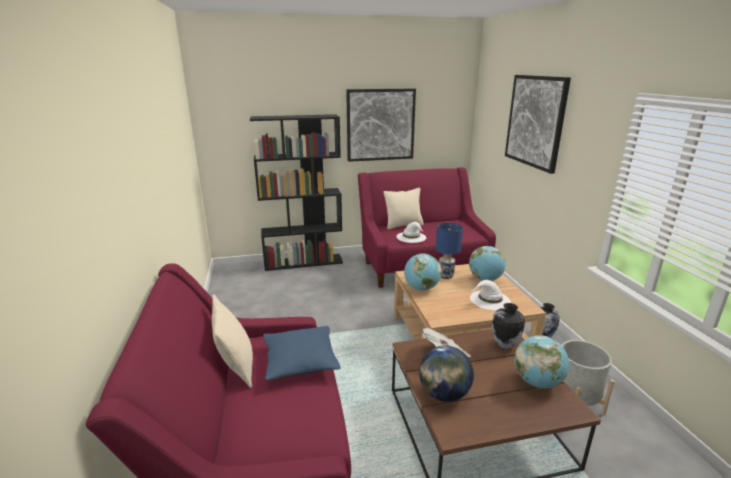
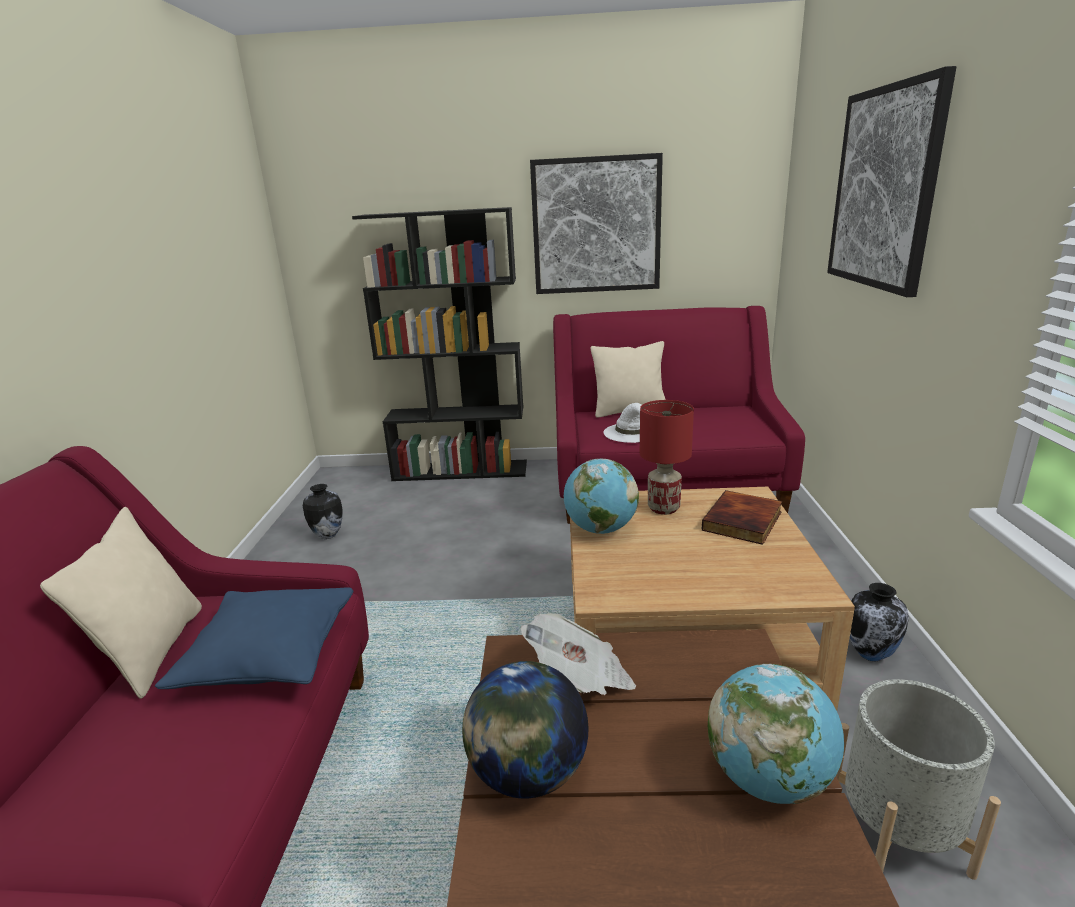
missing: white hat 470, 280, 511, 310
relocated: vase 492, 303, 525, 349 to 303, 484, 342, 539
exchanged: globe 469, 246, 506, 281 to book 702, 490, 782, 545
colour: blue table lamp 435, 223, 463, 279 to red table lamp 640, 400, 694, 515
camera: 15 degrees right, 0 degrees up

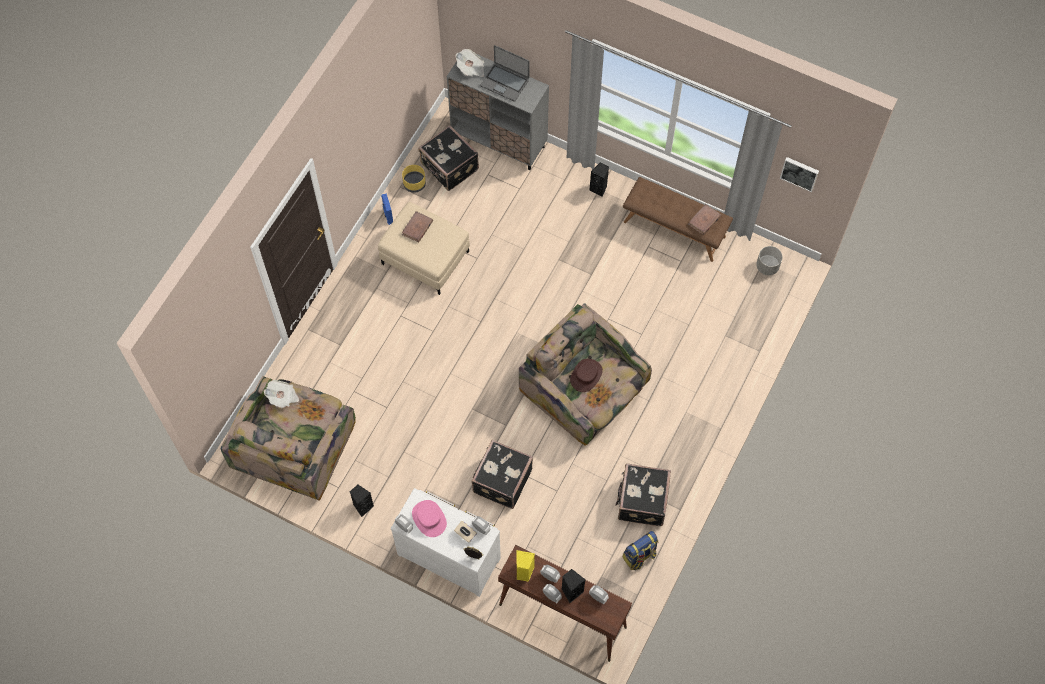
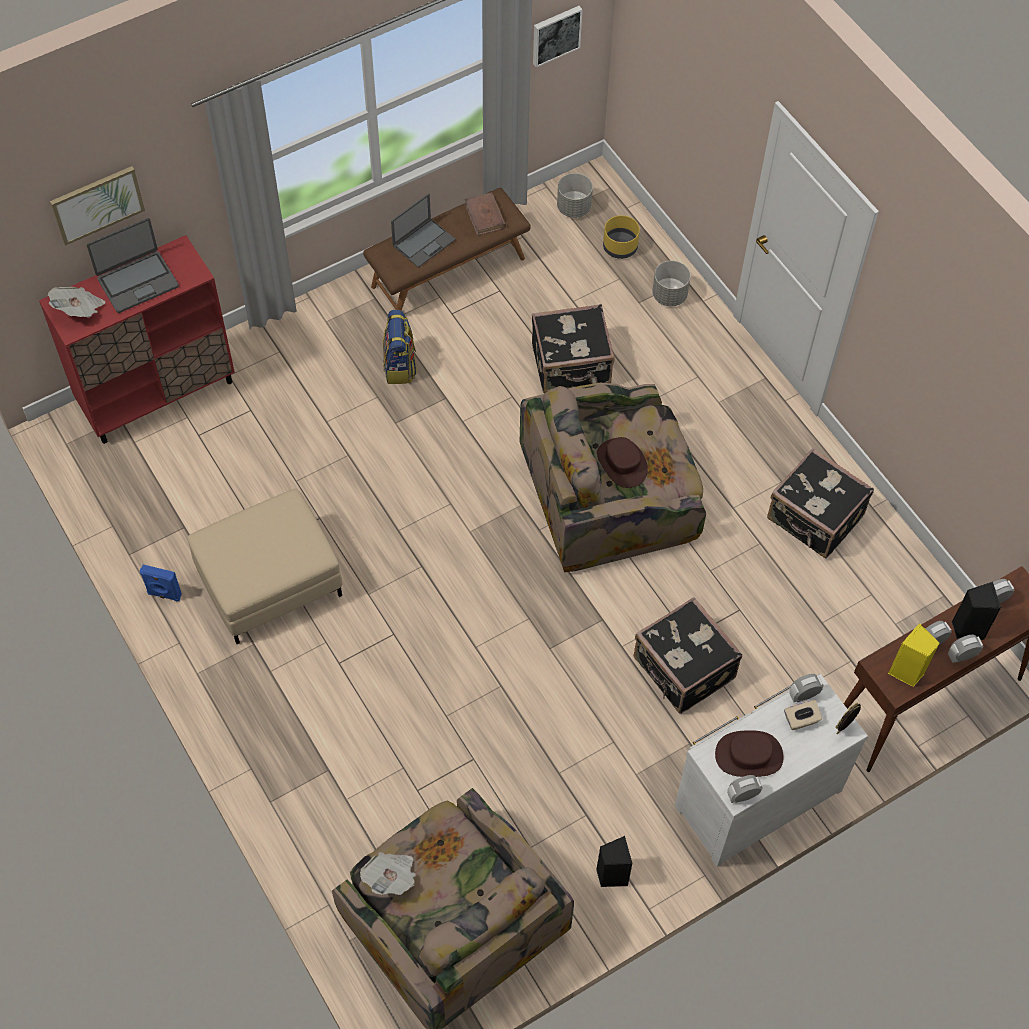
missing: brown book 402, 211, 433, 242; black speaker 589, 162, 609, 197
appeared: picture 50, 166, 145, 246; laptop 391, 193, 456, 268; grey planter 652, 261, 691, 306
relocated: backpack 623, 531, 658, 570 to 383, 310, 417, 384; black suitcase 419, 125, 479, 191 to 532, 304, 615, 393; yellow planter 402, 165, 426, 193 to 603, 215, 640, 259
colour: grey cabinet 447, 54, 549, 170 to red cabinet 39, 235, 235, 444; pink hat 412, 500, 447, 537 to brown hat 715, 730, 784, 777
camera: 60 degrees left, 5 degrees down

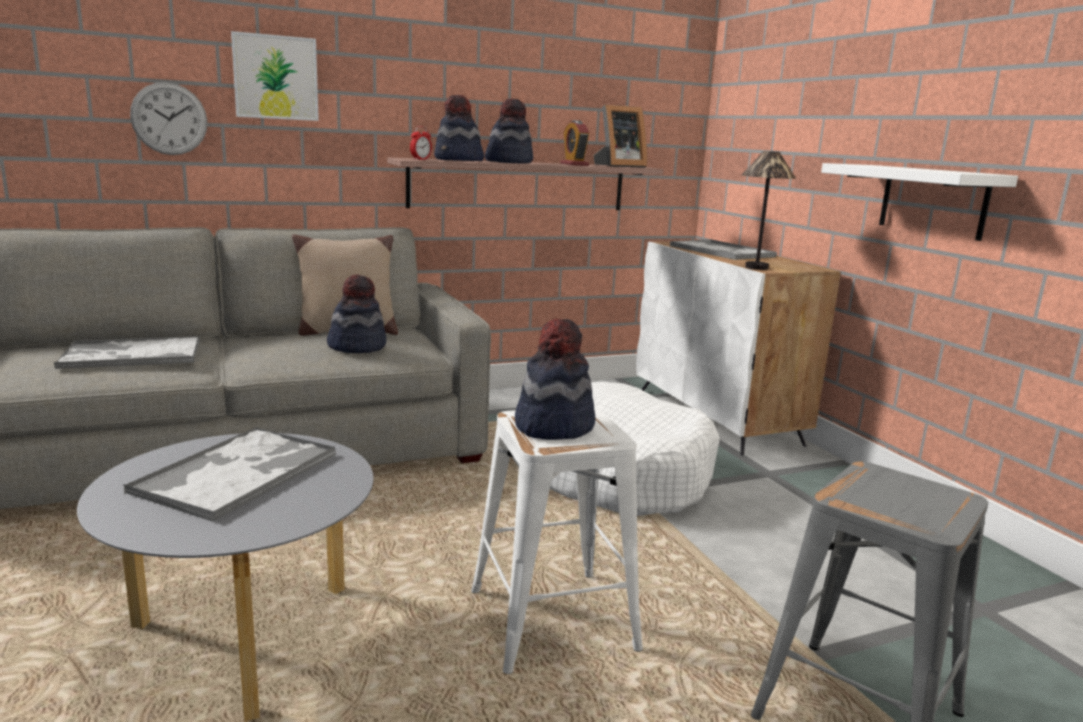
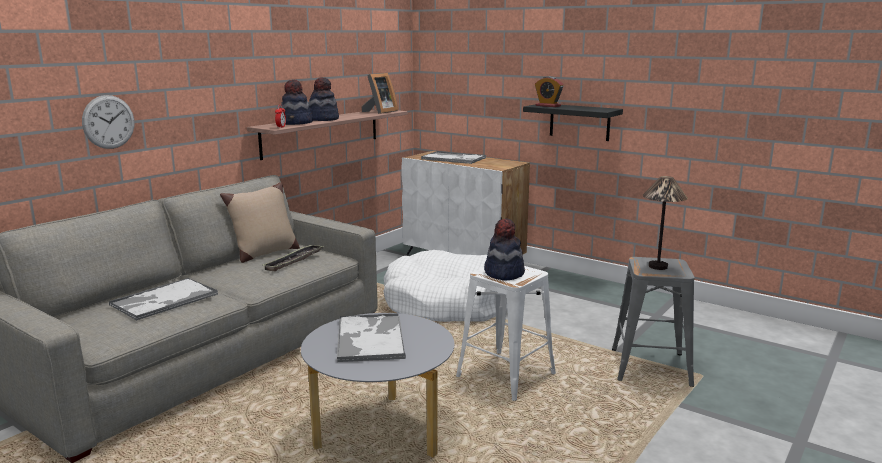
missing: picture 231, 31, 319, 121
relocated: alarm clock 560, 120, 589, 166 to 535, 76, 564, 107; table lamp 742, 151, 796, 270 to 643, 176, 688, 270
exchanged: hat 327, 274, 386, 353 to tray 263, 244, 324, 271
colour: white shelf 821, 163, 1018, 241 to black shelf 523, 104, 623, 141
camera: 30 degrees left, 0 degrees up

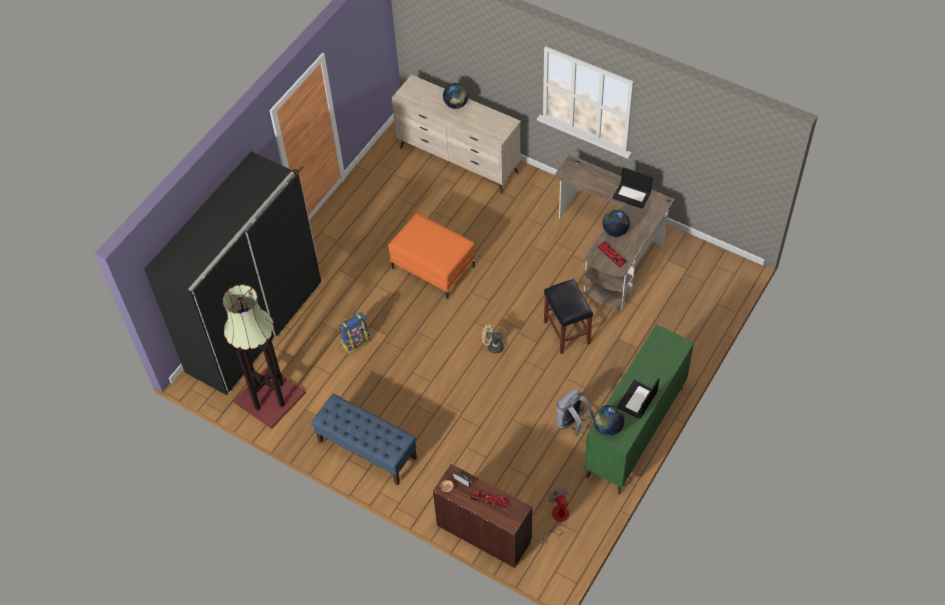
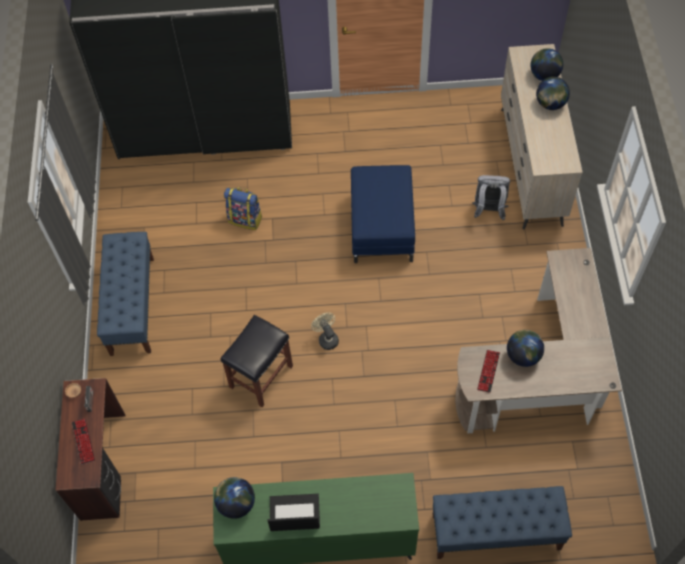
missing: floor lamp 222, 284, 306, 429; fan 543, 488, 569, 545; laptop 613, 167, 653, 209
appeared: blue bench 433, 486, 572, 559; globe 530, 48, 563, 81
relocated: black stool 544, 279, 593, 354 to 221, 315, 293, 407; grey backpack 556, 389, 594, 435 to 472, 175, 510, 220
colour: orange ottoman 388, 213, 475, 299 to blue ottoman 351, 165, 415, 263
camera: 55 degrees right, 5 degrees up

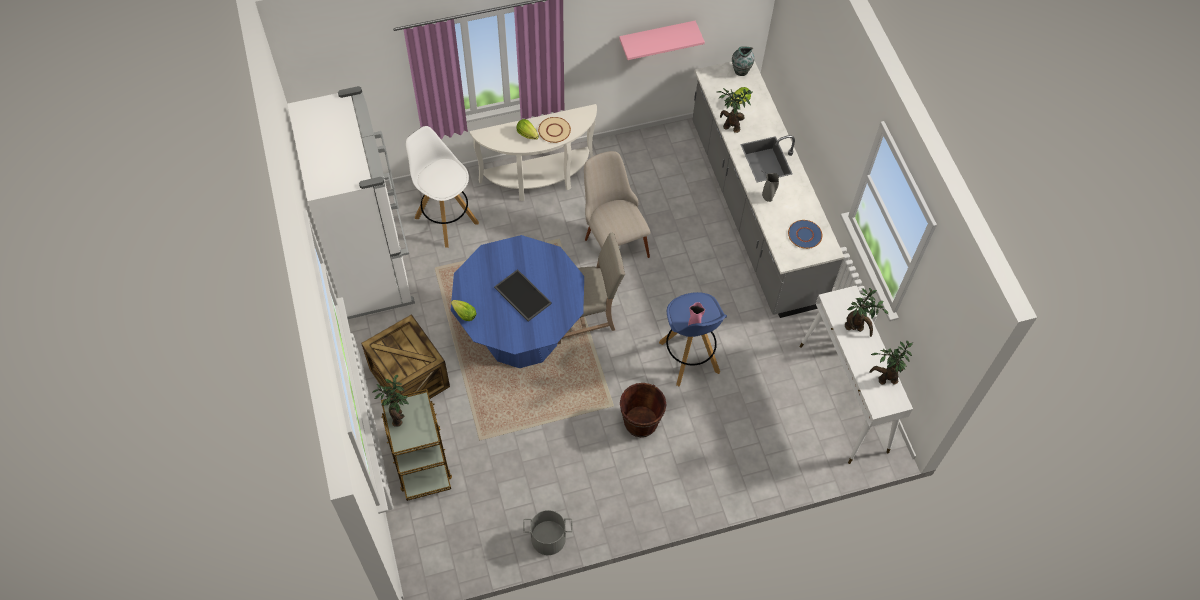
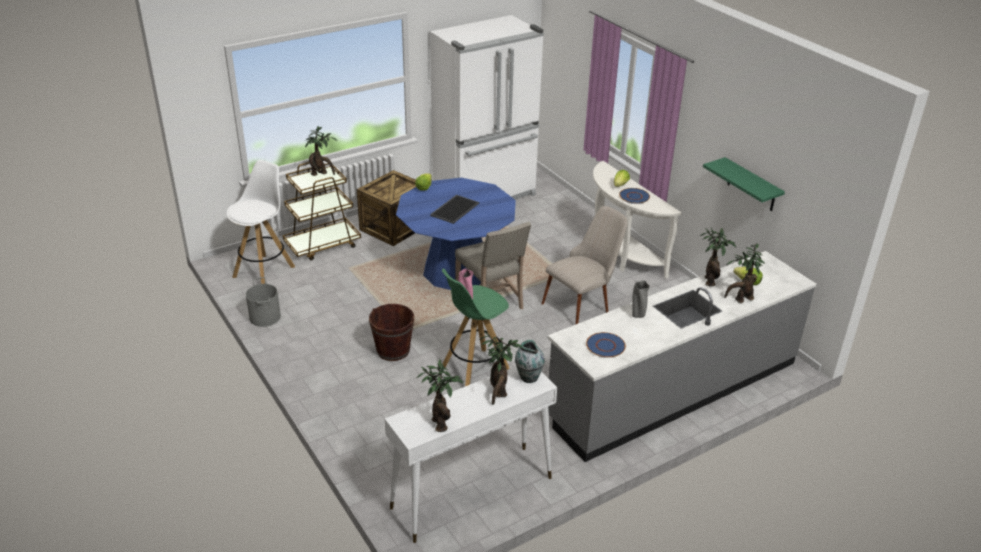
appeared: potted plant 724, 243, 765, 303
relocated: white stool 406, 126, 479, 248 to 227, 160, 295, 284; vase 732, 47, 754, 76 to 515, 340, 545, 383
colour: blue stool 659, 292, 727, 386 to green stool 440, 268, 510, 386; beige plate 538, 117, 571, 143 to blue plate 619, 188, 650, 204; pink shelf 619, 21, 705, 60 to green shelf 703, 157, 785, 211
camera: 75 degrees right, 25 degrees down

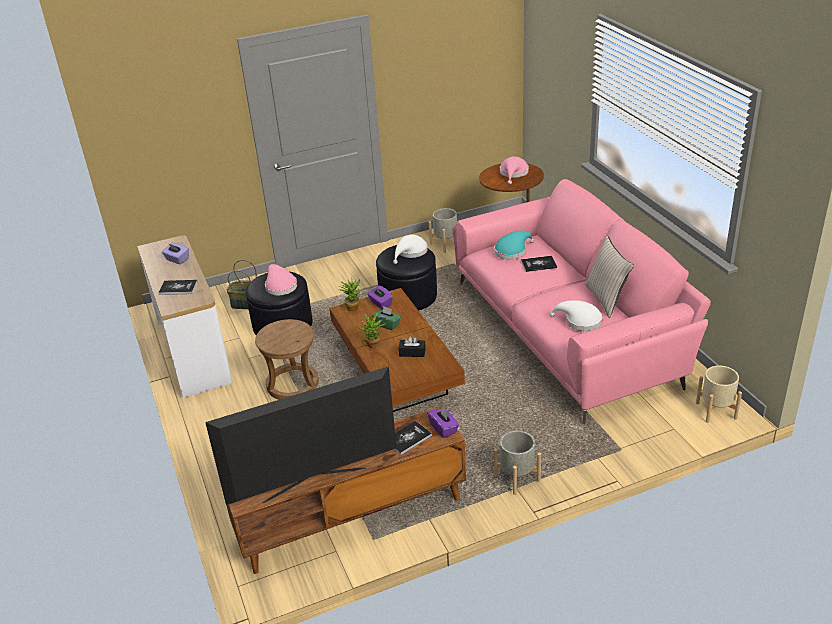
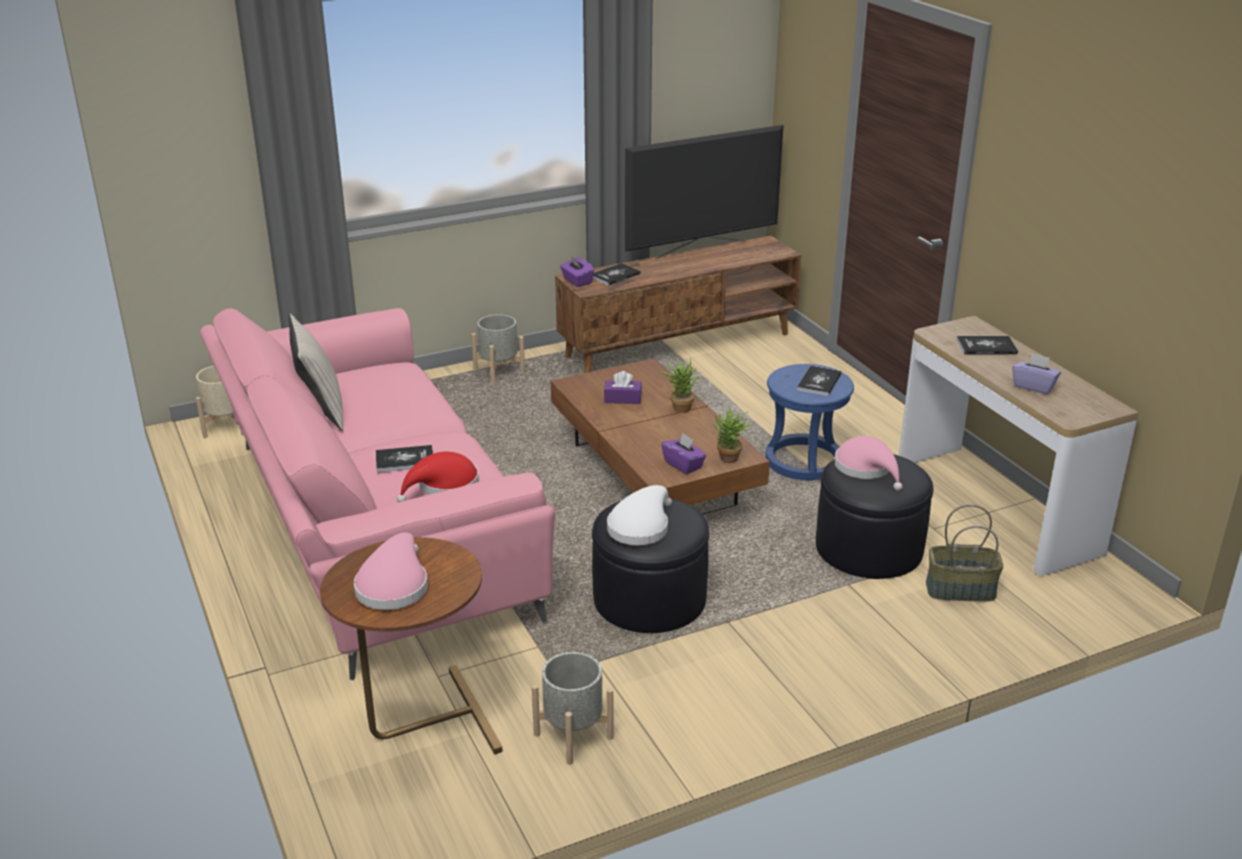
missing: green tissue box 372, 306, 401, 330; white hat 550, 300, 603, 331
appeared: book 797, 366, 842, 396
colour: turquoise hat 494, 231, 534, 260 to red hat 397, 452, 479, 502; black tissue box 399, 336, 426, 357 to purple tissue box 604, 371, 642, 404; brown stool 255, 319, 319, 400 to blue stool 766, 364, 854, 480
camera: 175 degrees right, 5 degrees down

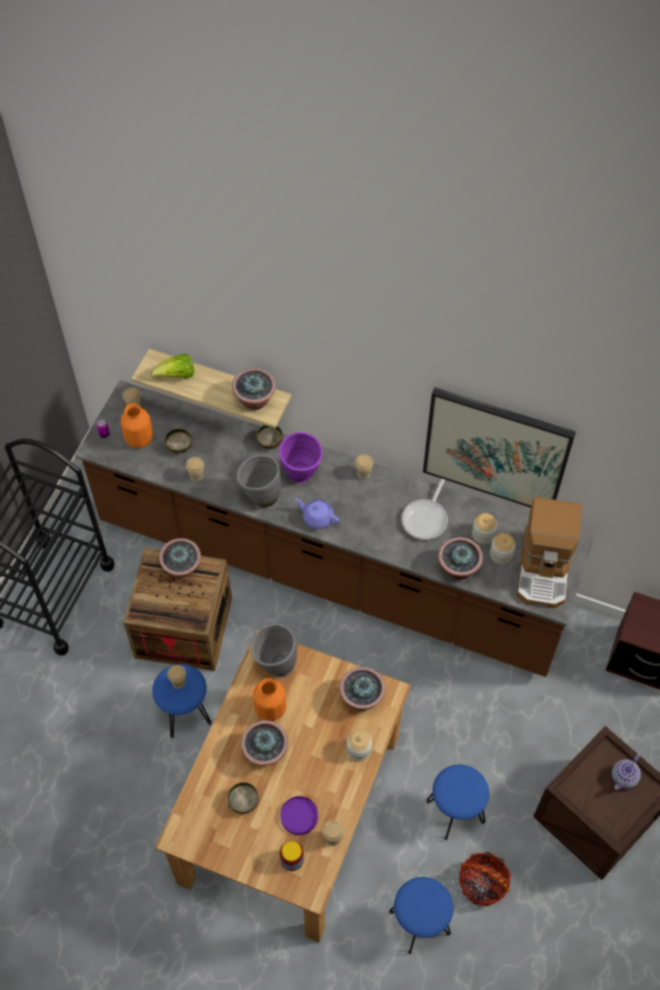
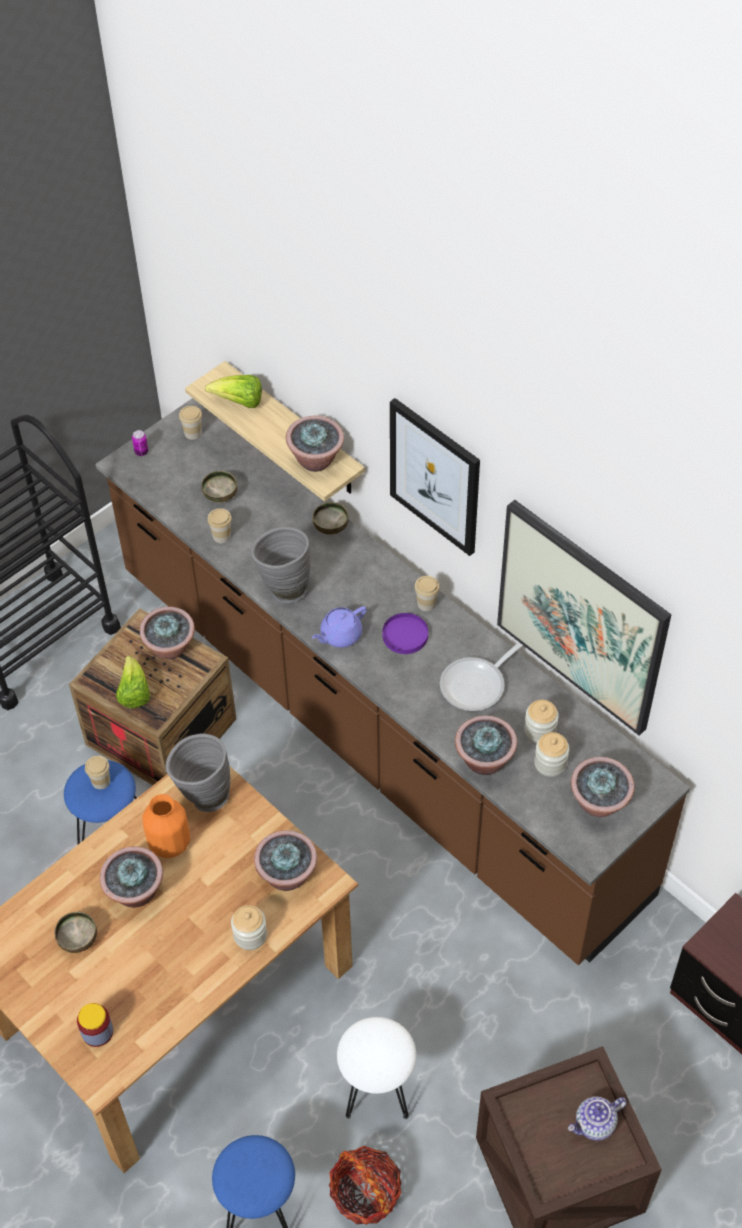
missing: orange vase 121, 403, 153, 448; purple vase 279, 432, 323, 483; cup 322, 820, 343, 846
appeared: lettuce 116, 656, 150, 708; picture 390, 398, 480, 556
relocated: purple plate 280, 796, 318, 835 to 382, 613, 428, 654
exchanged: coffee machine 517, 497, 582, 608 to potted plant 571, 757, 635, 817
colour: blue stool 427, 765, 489, 840 to white stool 337, 1017, 416, 1119
spun: purple teapot 295, 498, 339, 529 = 312, 606, 367, 648 90 degrees counterclockwise
camera: 25 degrees right, 5 degrees down

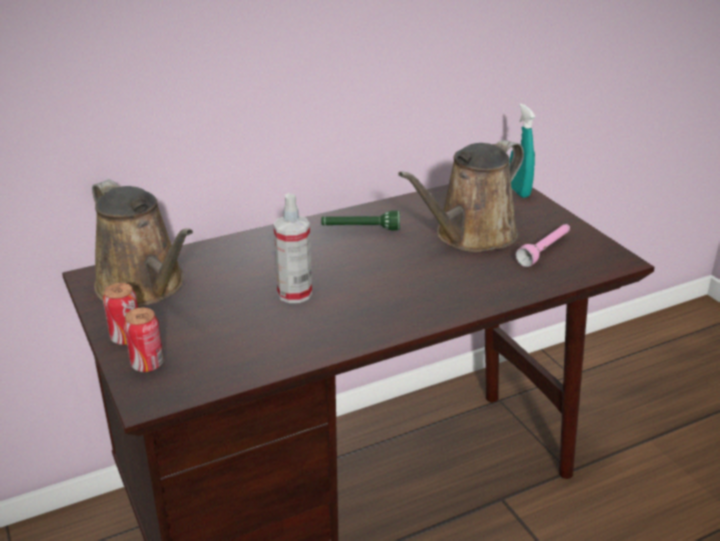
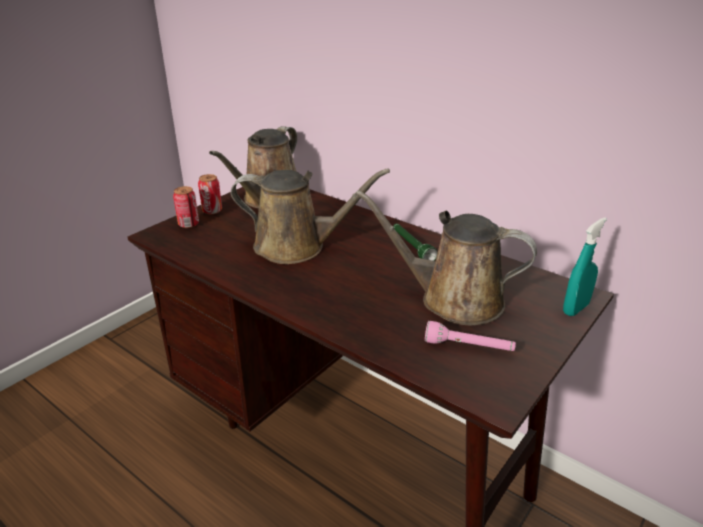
exchanged: spray bottle 273, 193, 312, 303 to brown watering can 231, 168, 390, 264
camera: 65 degrees right, 0 degrees up

